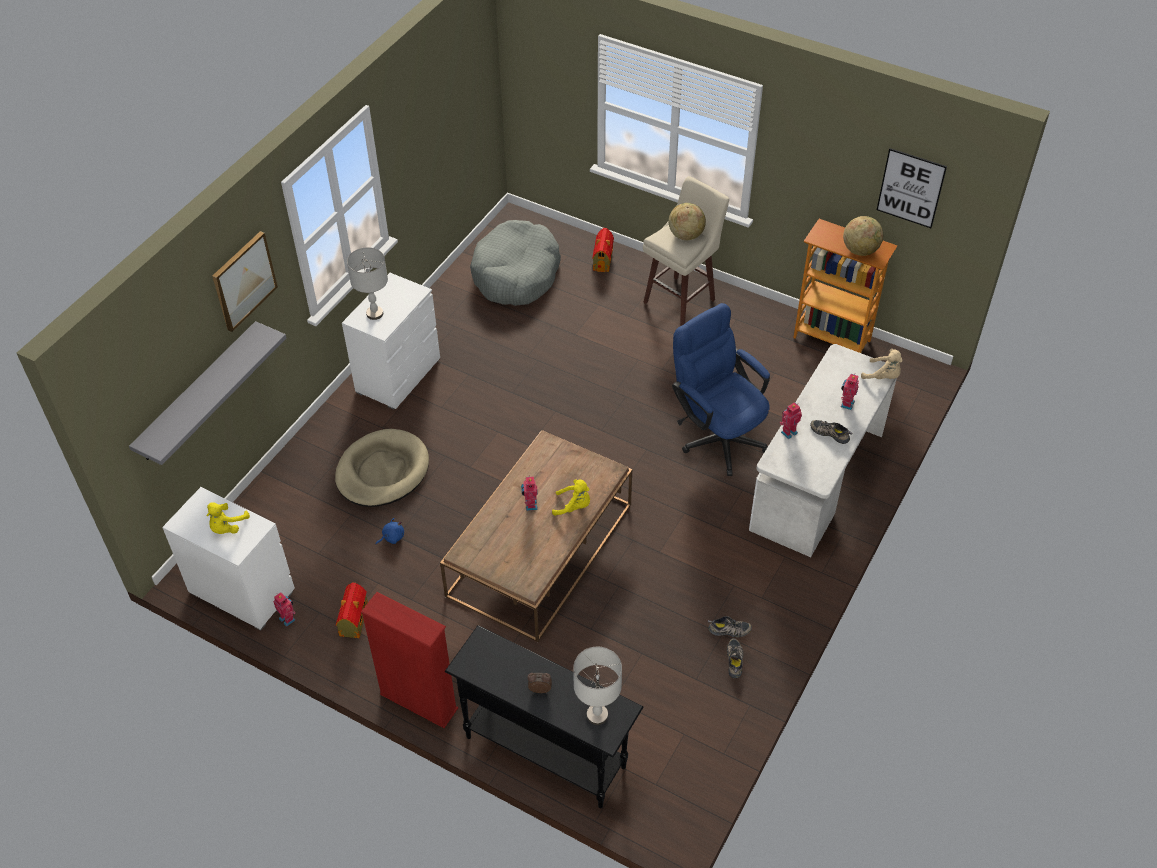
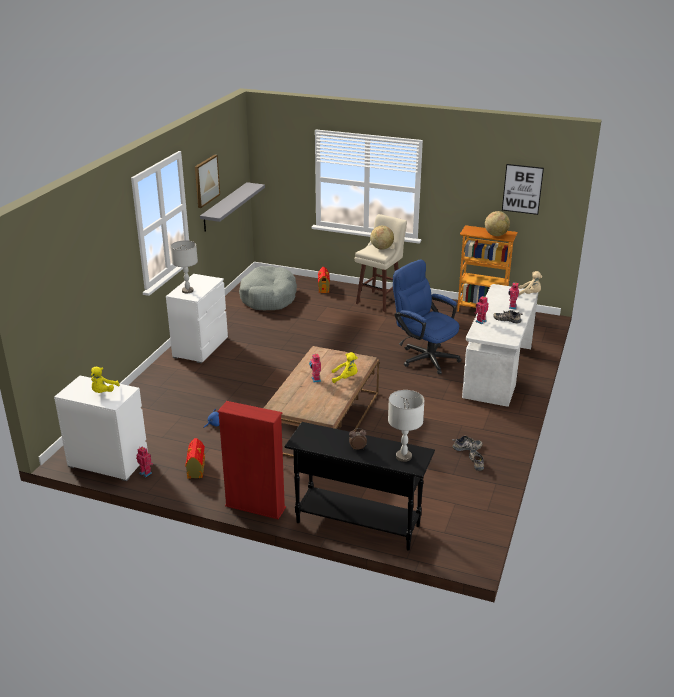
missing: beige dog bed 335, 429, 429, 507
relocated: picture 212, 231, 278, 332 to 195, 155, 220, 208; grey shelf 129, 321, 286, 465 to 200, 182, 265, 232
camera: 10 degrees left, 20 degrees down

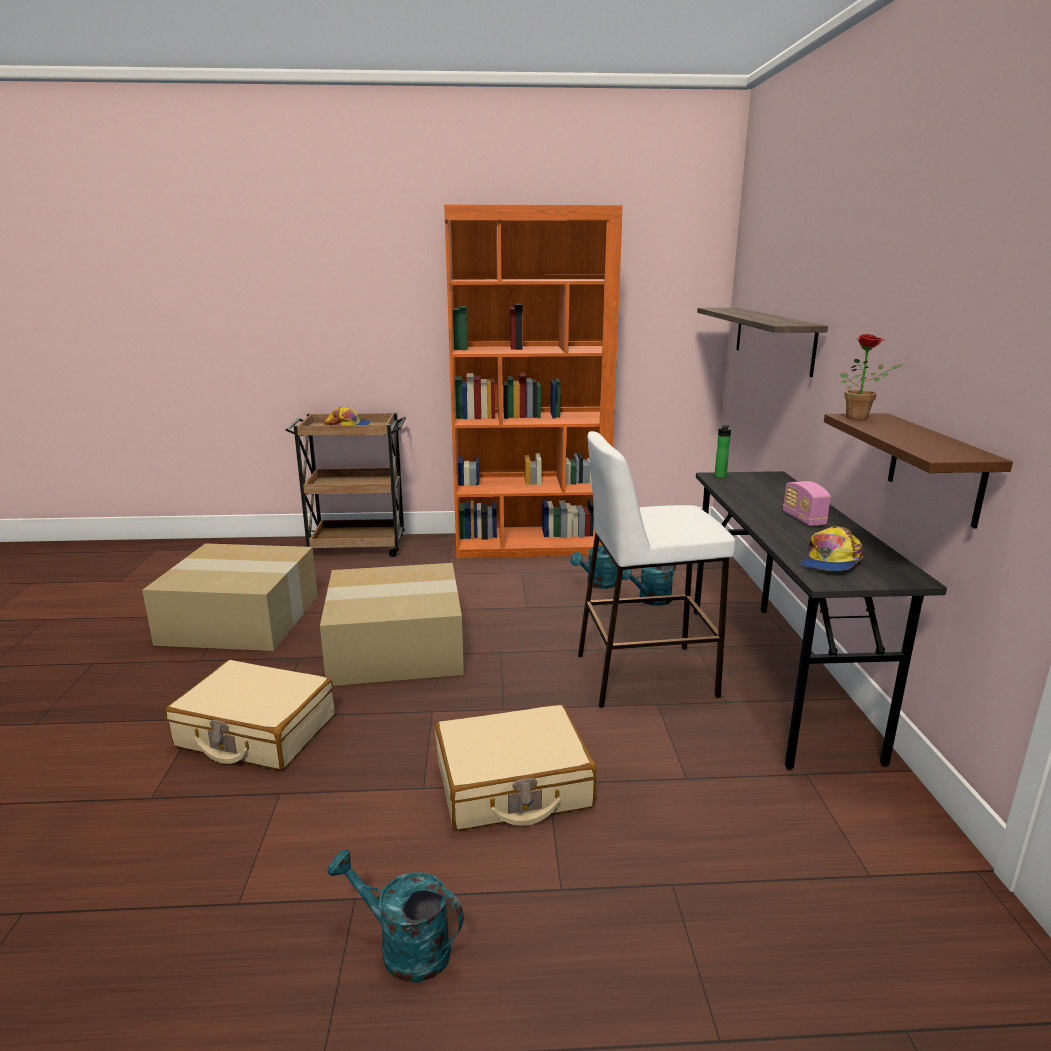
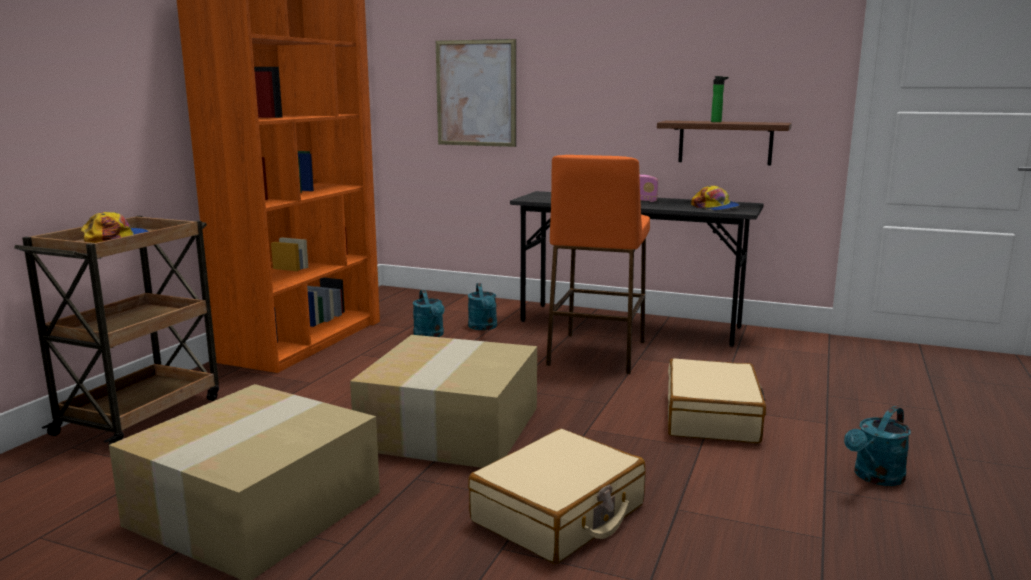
missing: potted plant 840, 334, 903, 420
relocated: bottle 714, 425, 731, 478 to 711, 76, 729, 122
exchanged: shelf 697, 308, 828, 377 to picture 436, 39, 516, 147
colour: white stool 578, 431, 735, 708 to orange stool 546, 155, 650, 374
camera: 65 degrees left, 5 degrees down

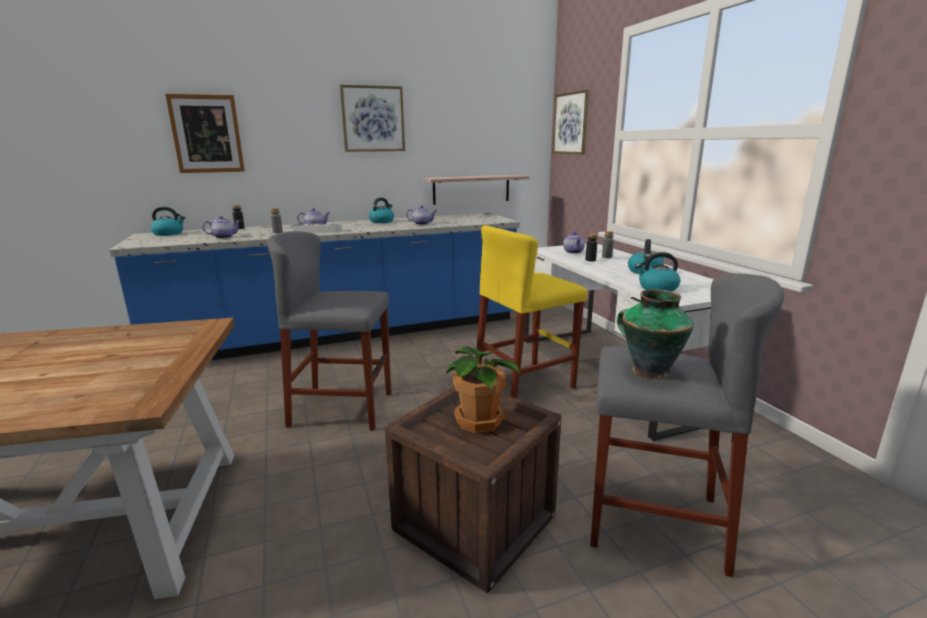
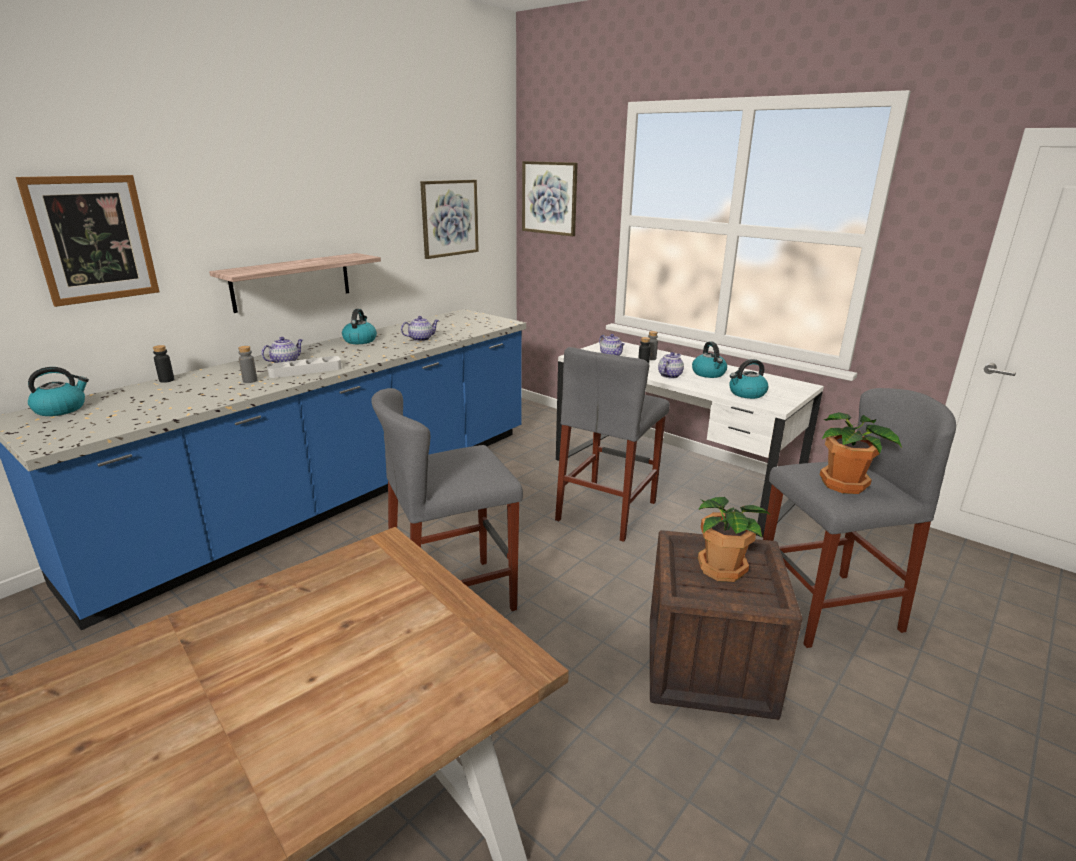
relocated: shelf 423, 175, 529, 205 to 209, 253, 381, 313; picture 340, 85, 405, 152 to 420, 180, 479, 259; teapot 202, 216, 241, 238 to 658, 352, 684, 379
exchanged: vase 617, 289, 694, 379 to potted plant 820, 412, 902, 494
colour: yellow stool 477, 225, 587, 399 to grey stool 555, 347, 670, 542
camera: 30 degrees left, 5 degrees up

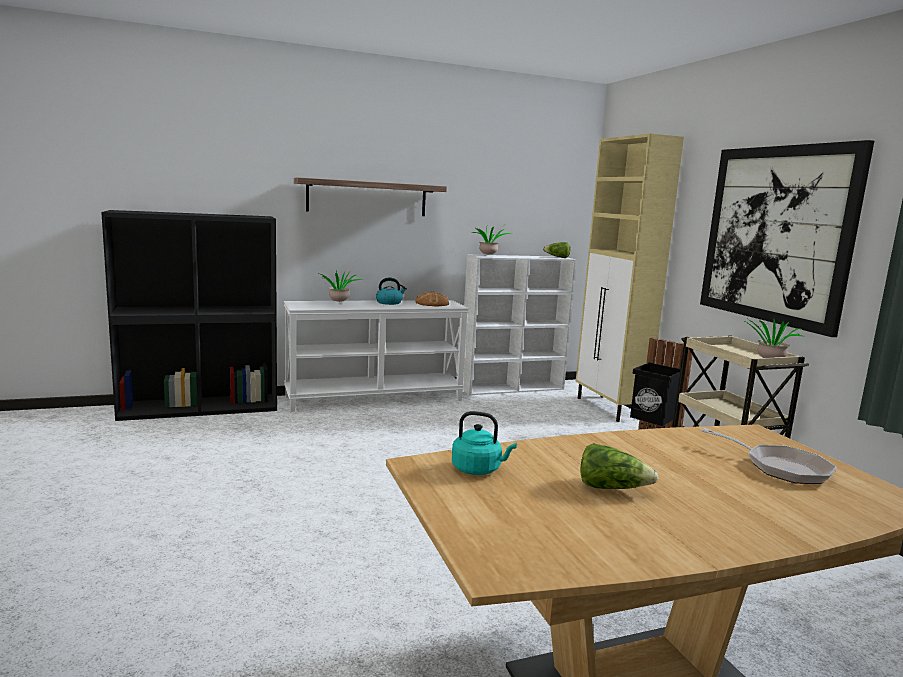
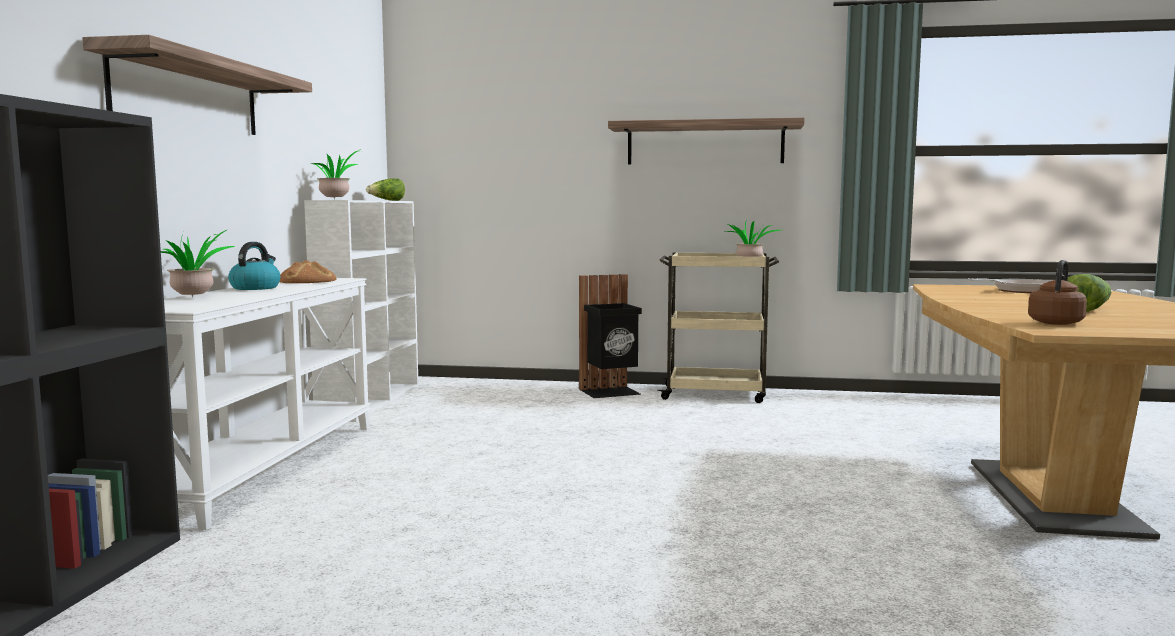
missing: beige cabinet 576, 133, 684, 422
exchanged: picture 700, 140, 874, 337 to shelf 608, 118, 805, 165
colour: turquoise kettle 452, 411, 517, 475 to brown kettle 1028, 260, 1087, 325
camera: 60 degrees left, 5 degrees down

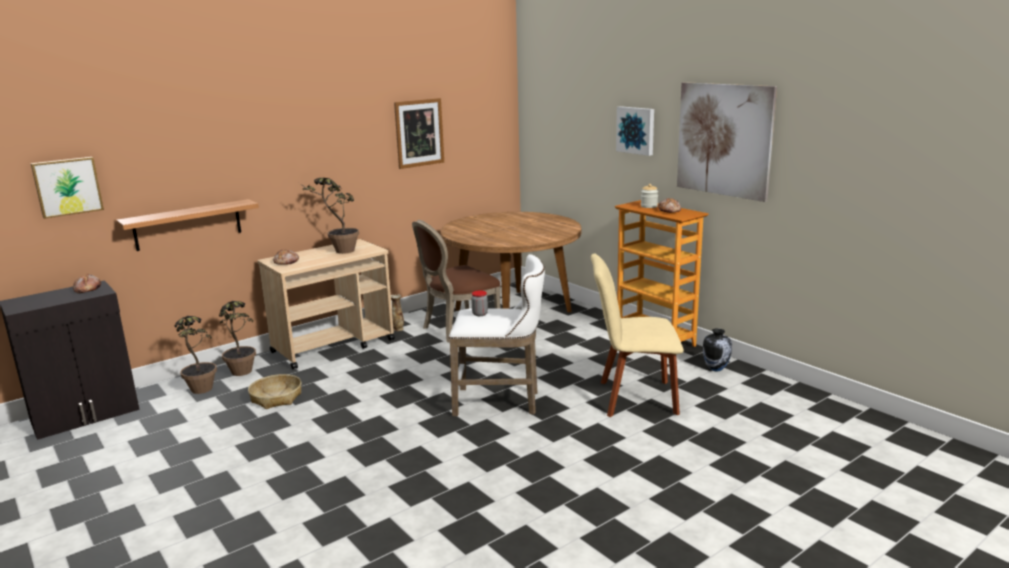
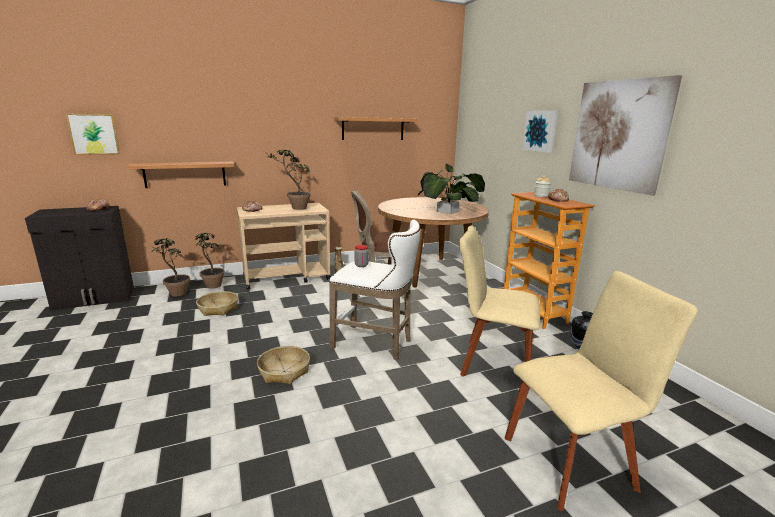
appeared: basket 257, 346, 310, 384; potted plant 417, 163, 485, 214; beige chair 505, 271, 698, 511
exchanged: picture 394, 98, 444, 169 to shelf 334, 117, 418, 140
camera: 15 degrees right, 0 degrees up

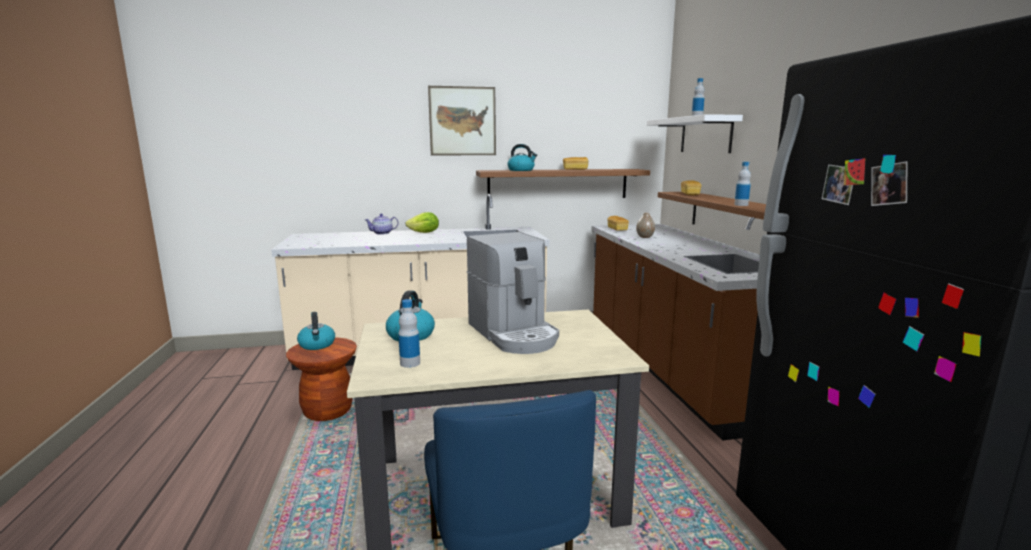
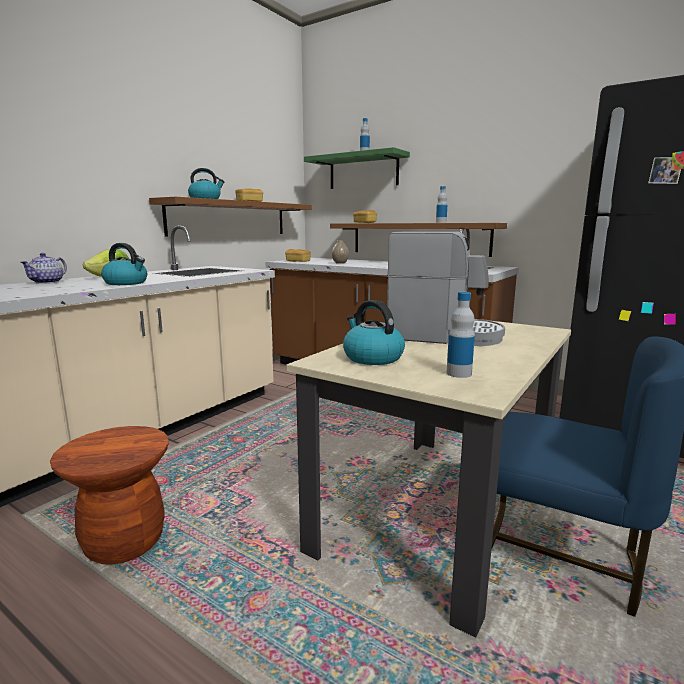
missing: picture 428, 86, 496, 156
relocated: kettle 297, 312, 335, 350 to 101, 243, 147, 285
colour: white shelf 647, 114, 743, 153 to green shelf 304, 147, 410, 189
camera: 45 degrees left, 0 degrees up

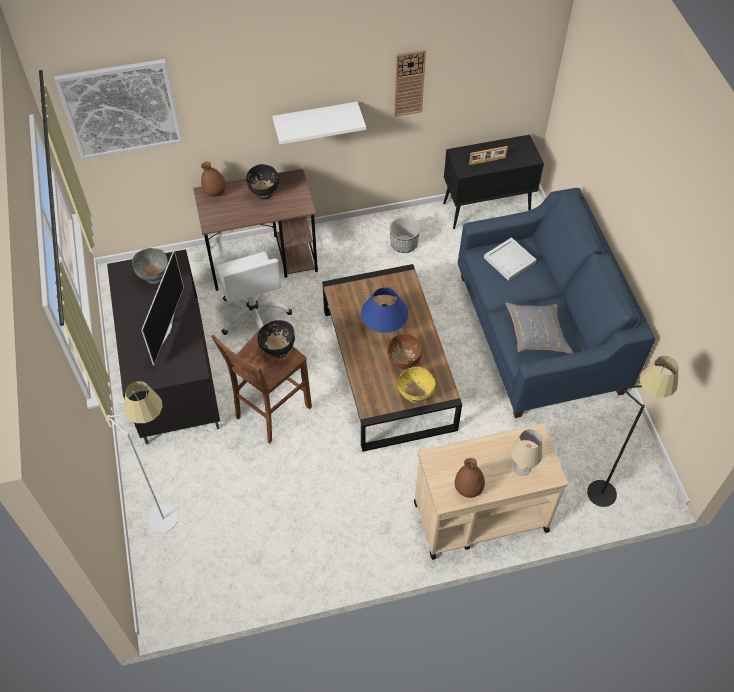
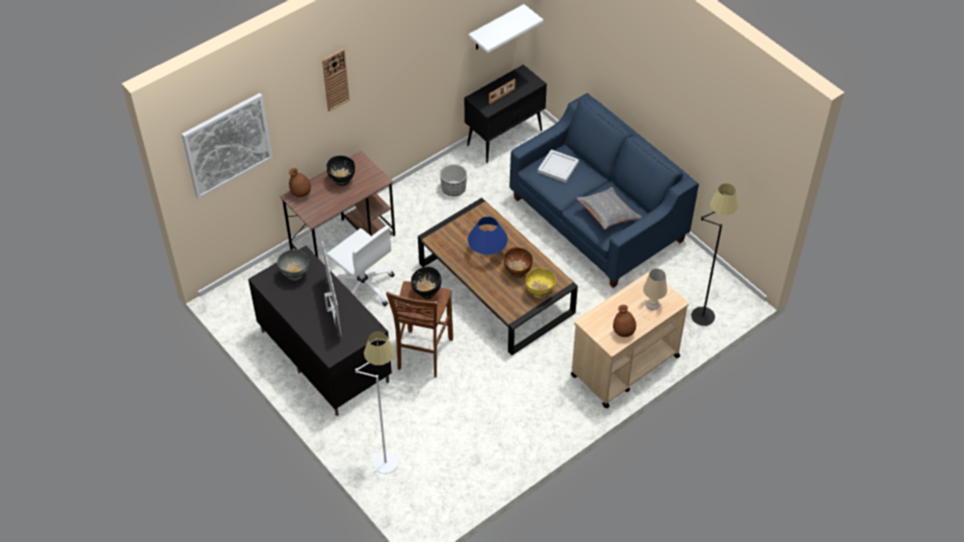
relocated: wall clock 394, 50, 426, 117 to 322, 49, 350, 111; white shelf 272, 102, 366, 144 to 469, 4, 544, 53
camera: 25 degrees left, 5 degrees down

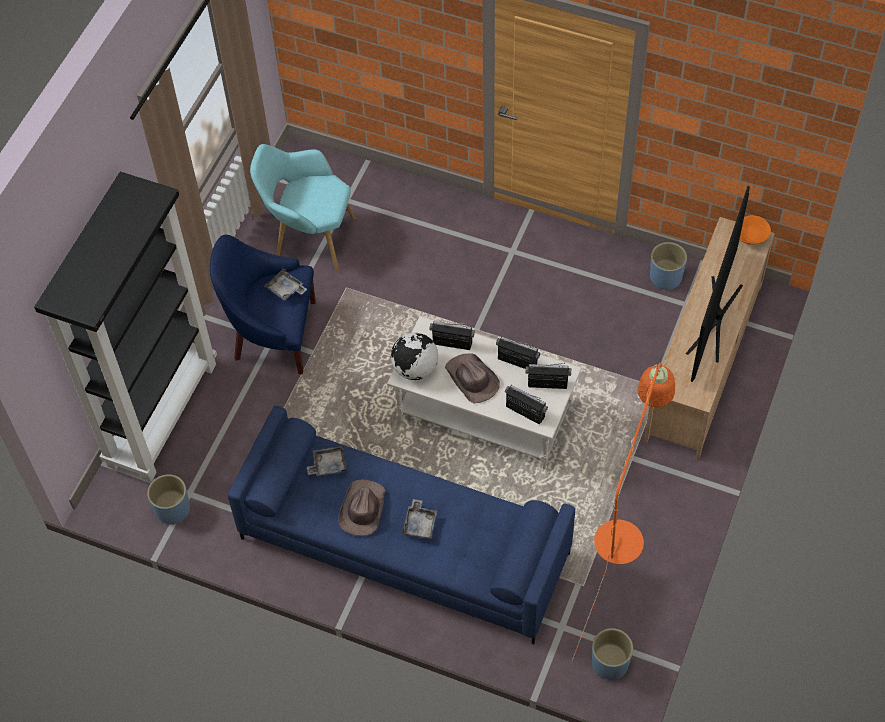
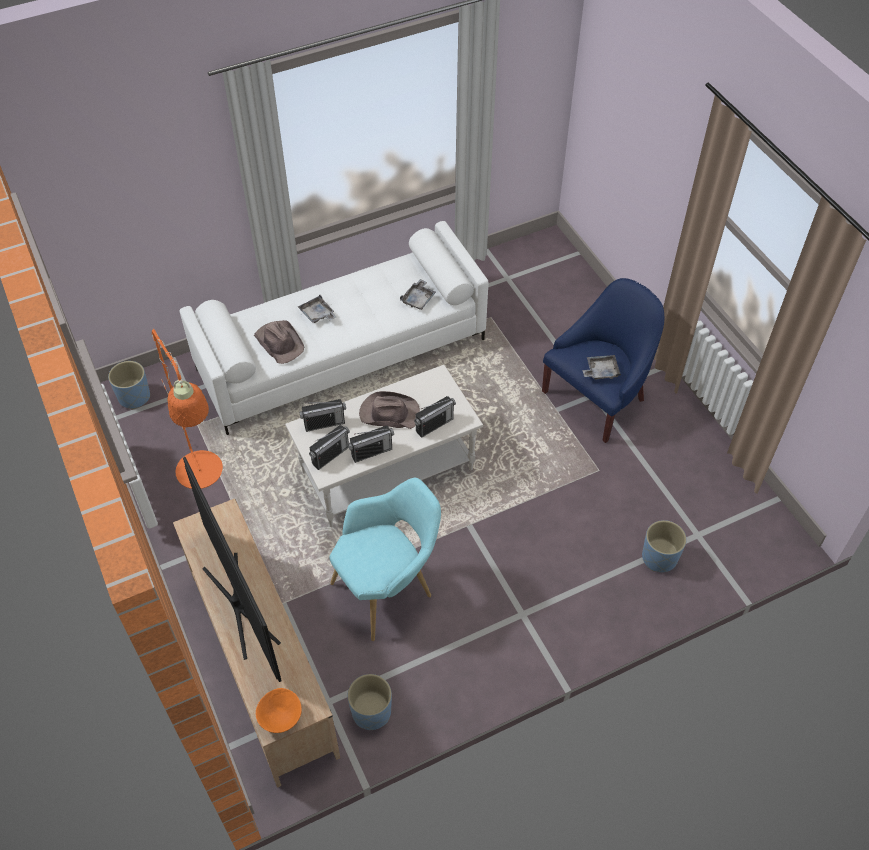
missing: black bookcase 34, 172, 217, 482; globe 391, 333, 438, 380
relocated: brown hat 338, 480, 386, 536 to 254, 320, 304, 364; turquoise armchair 250, 144, 355, 271 to 329, 478, 441, 641; blue planter 147, 474, 190, 525 to 642, 520, 686, 572
colour: blue sofa 228, 406, 575, 645 to white sofa 179, 221, 489, 435
camera: 130 degrees right, 5 degrees down

